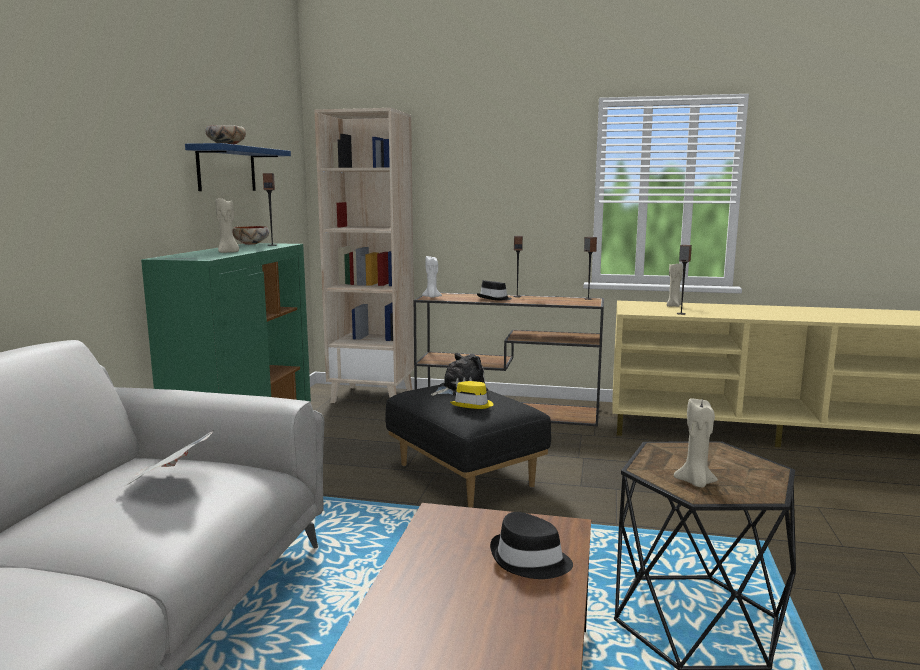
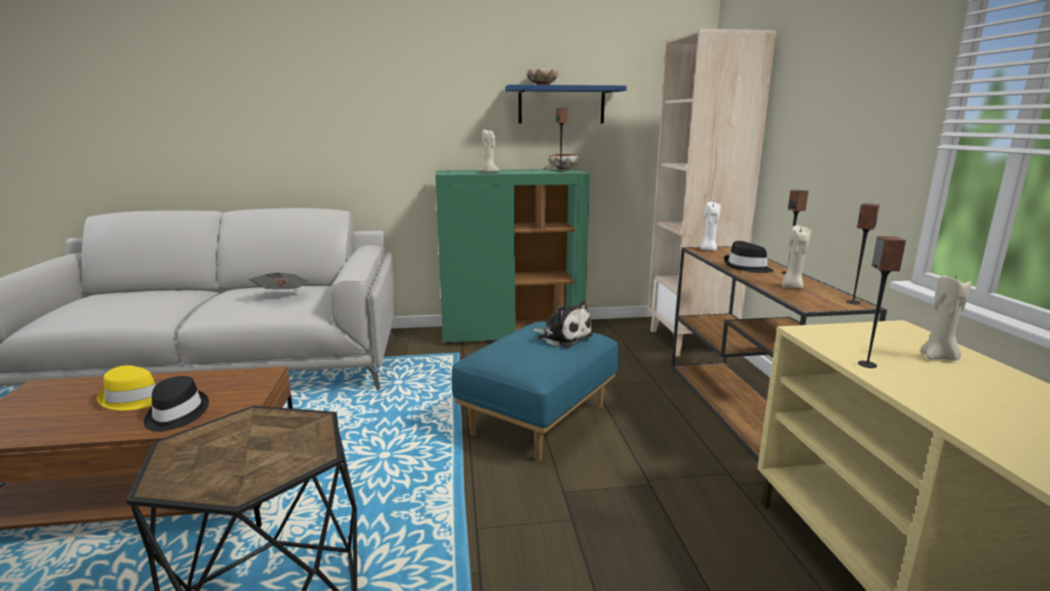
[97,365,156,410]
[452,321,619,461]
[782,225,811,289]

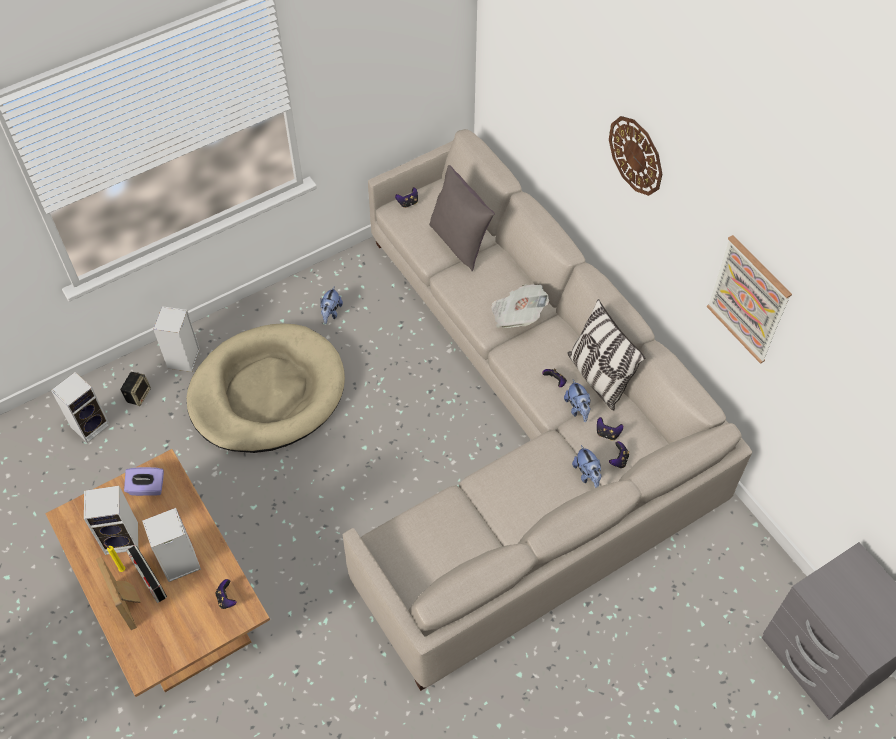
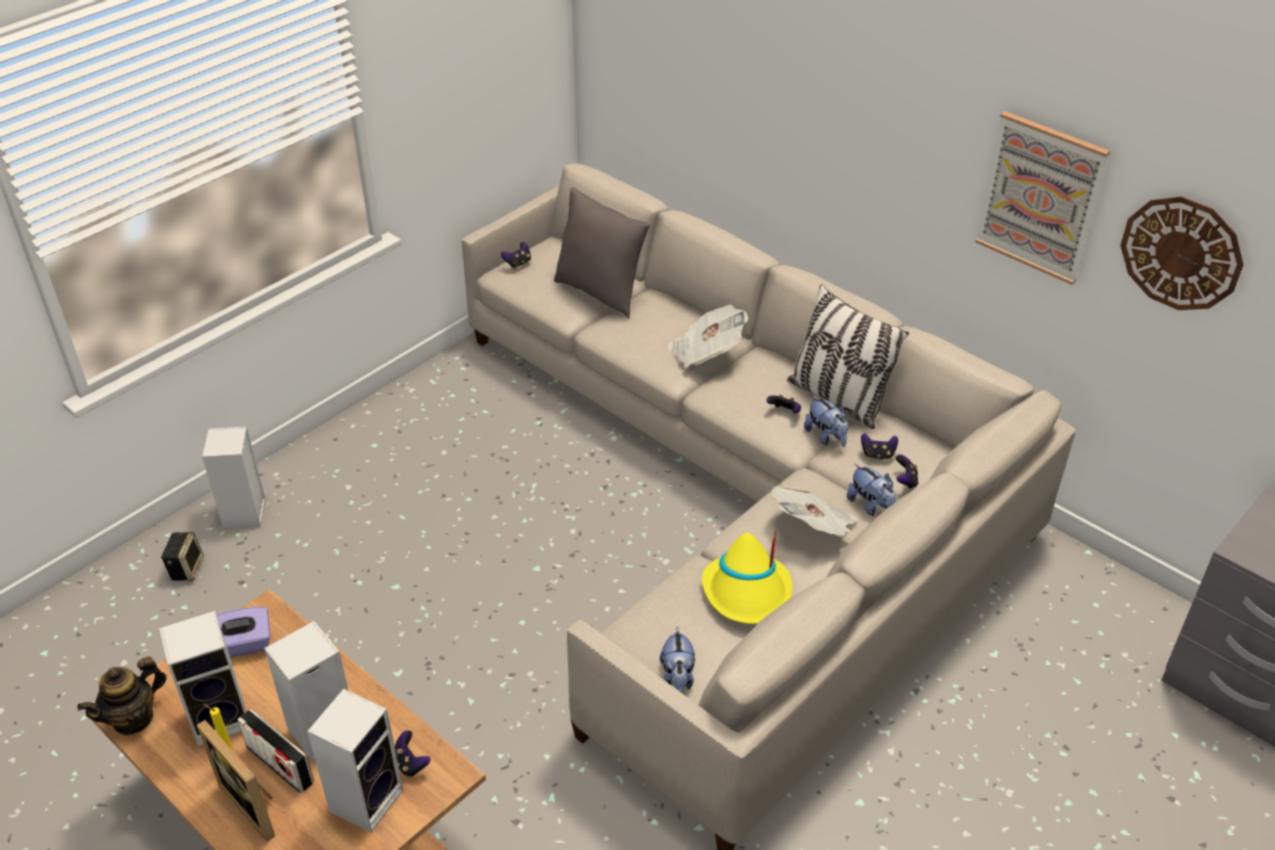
[1120,196,1244,310]
[660,626,695,694]
[187,323,345,453] (first image)
[307,689,403,833]
[771,485,858,537]
[702,530,792,624]
[77,657,167,736]

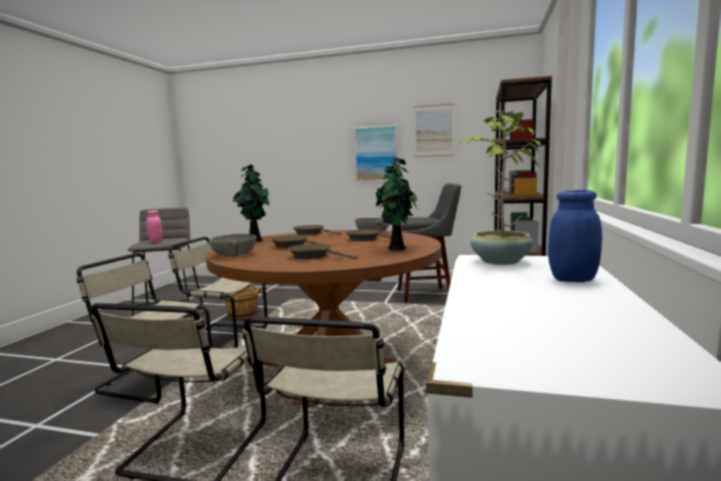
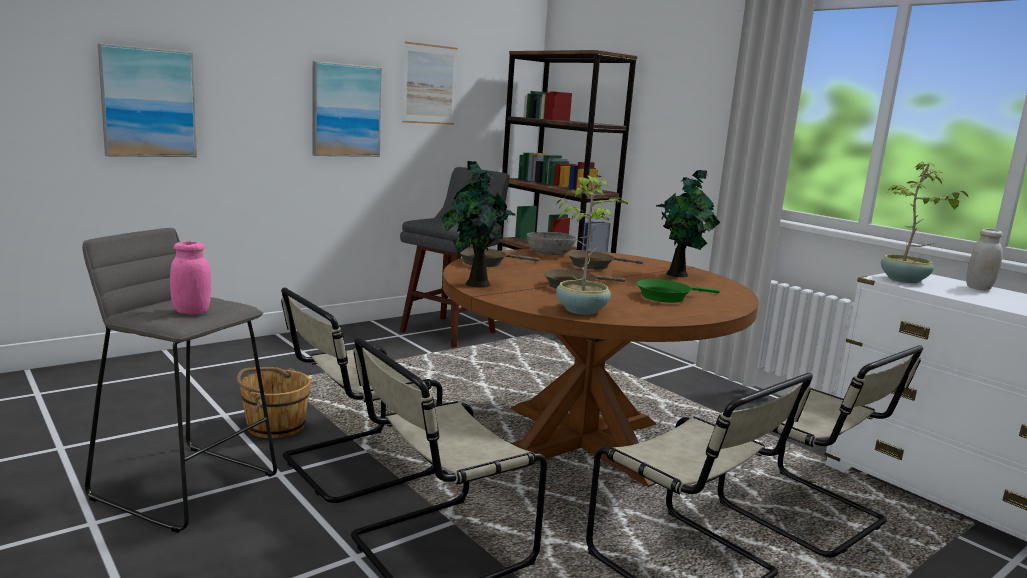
[966,229,1003,290]
[556,175,629,315]
[636,279,720,303]
[98,43,197,157]

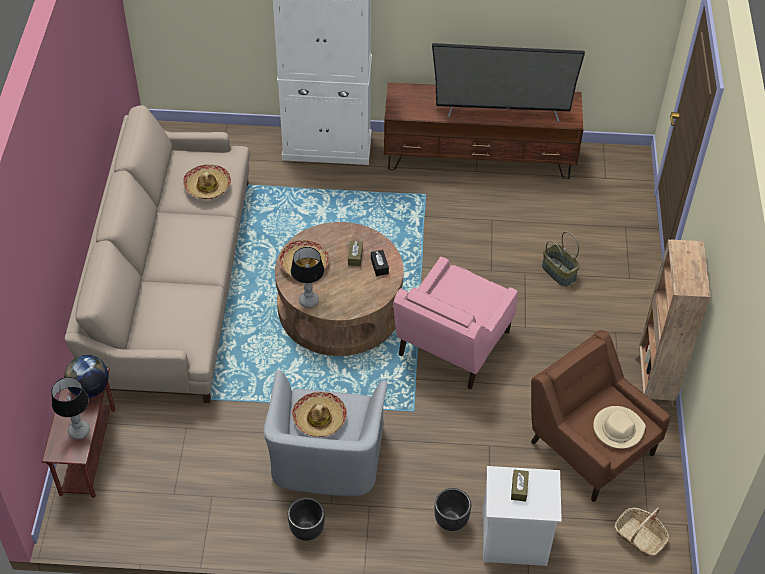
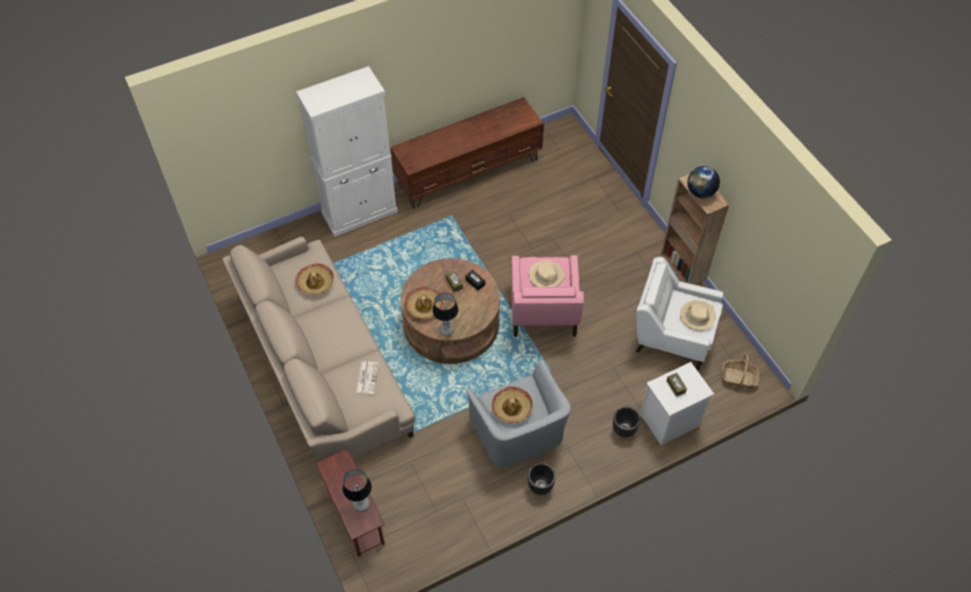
[432,43,585,122] (first image)
[542,231,580,287] (first image)
[636,257,724,370]
[687,166,720,198]
[529,260,565,287]
[356,361,379,394]

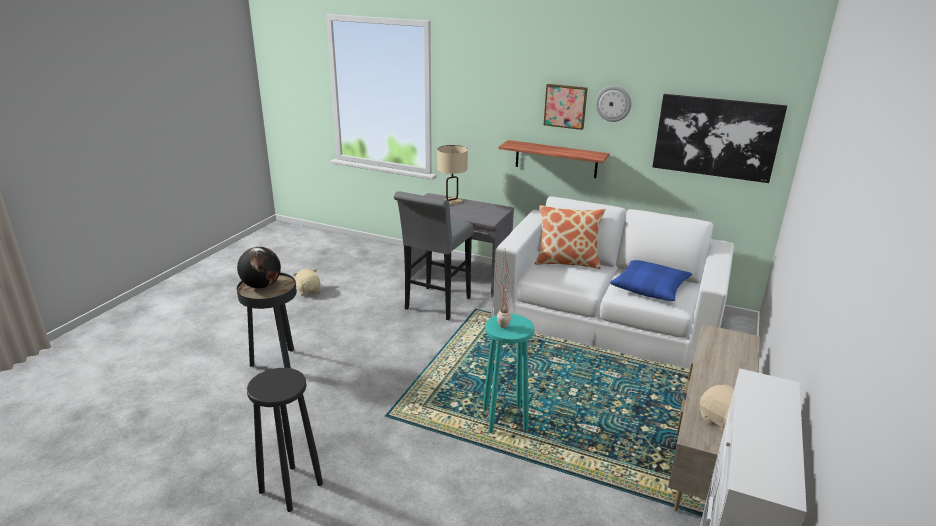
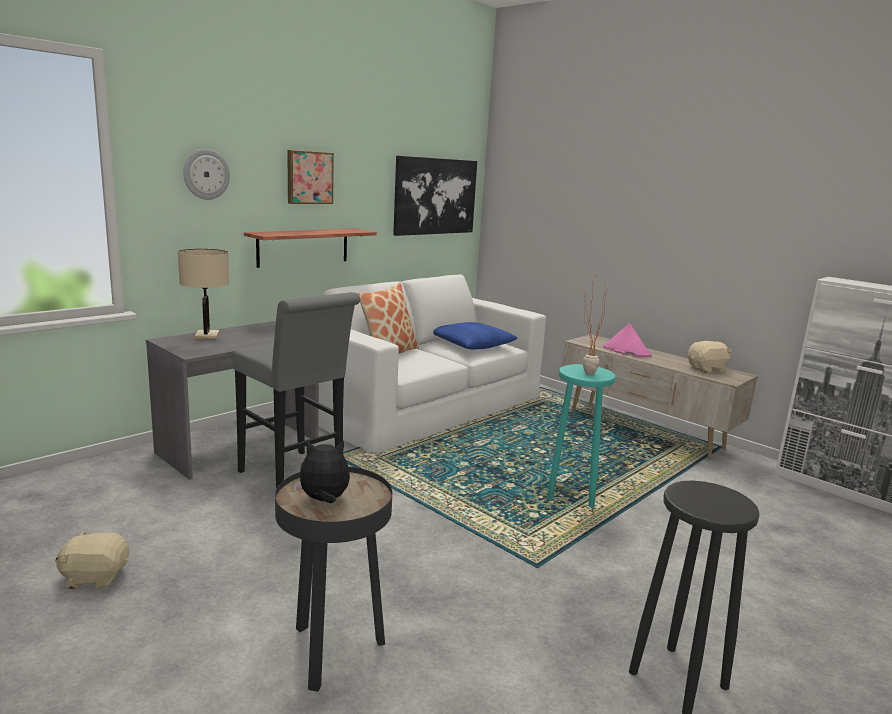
[183,149,230,200]
[293,440,350,503]
[603,323,652,357]

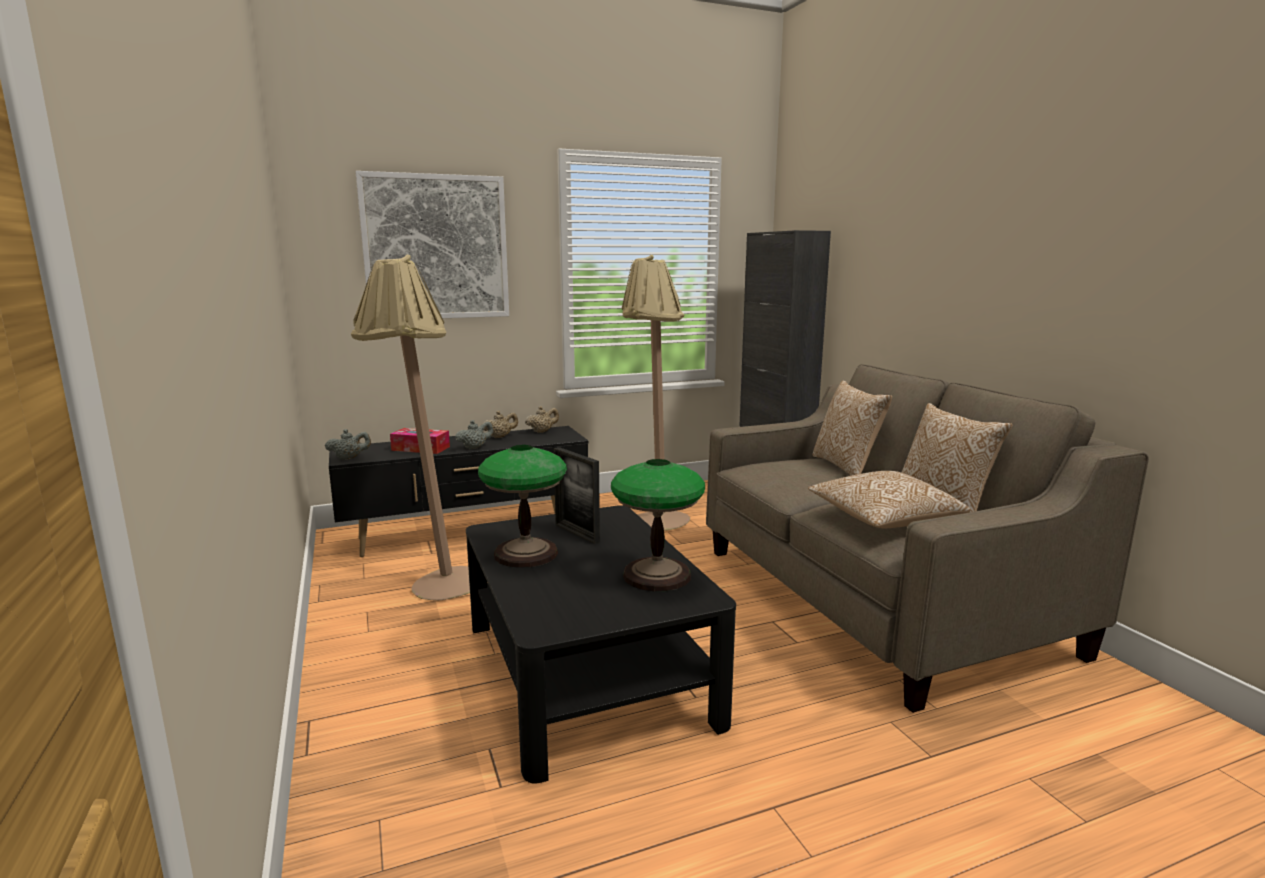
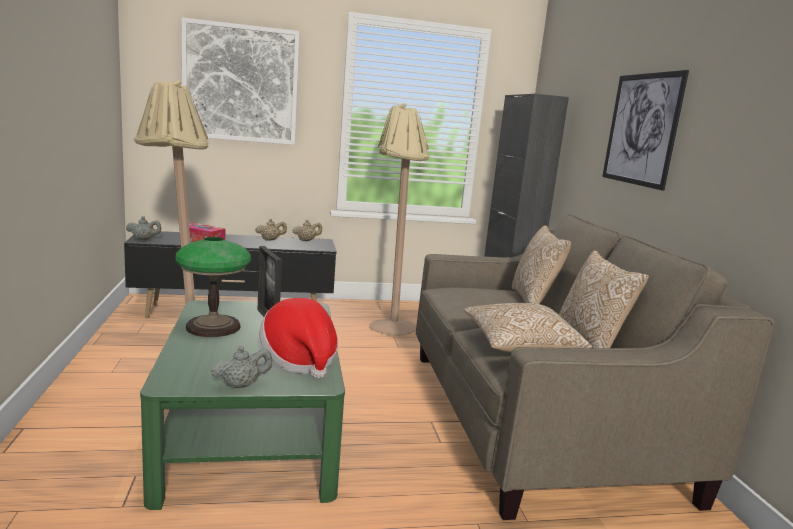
[211,346,272,389]
[259,298,338,379]
[140,300,345,510]
[602,70,689,191]

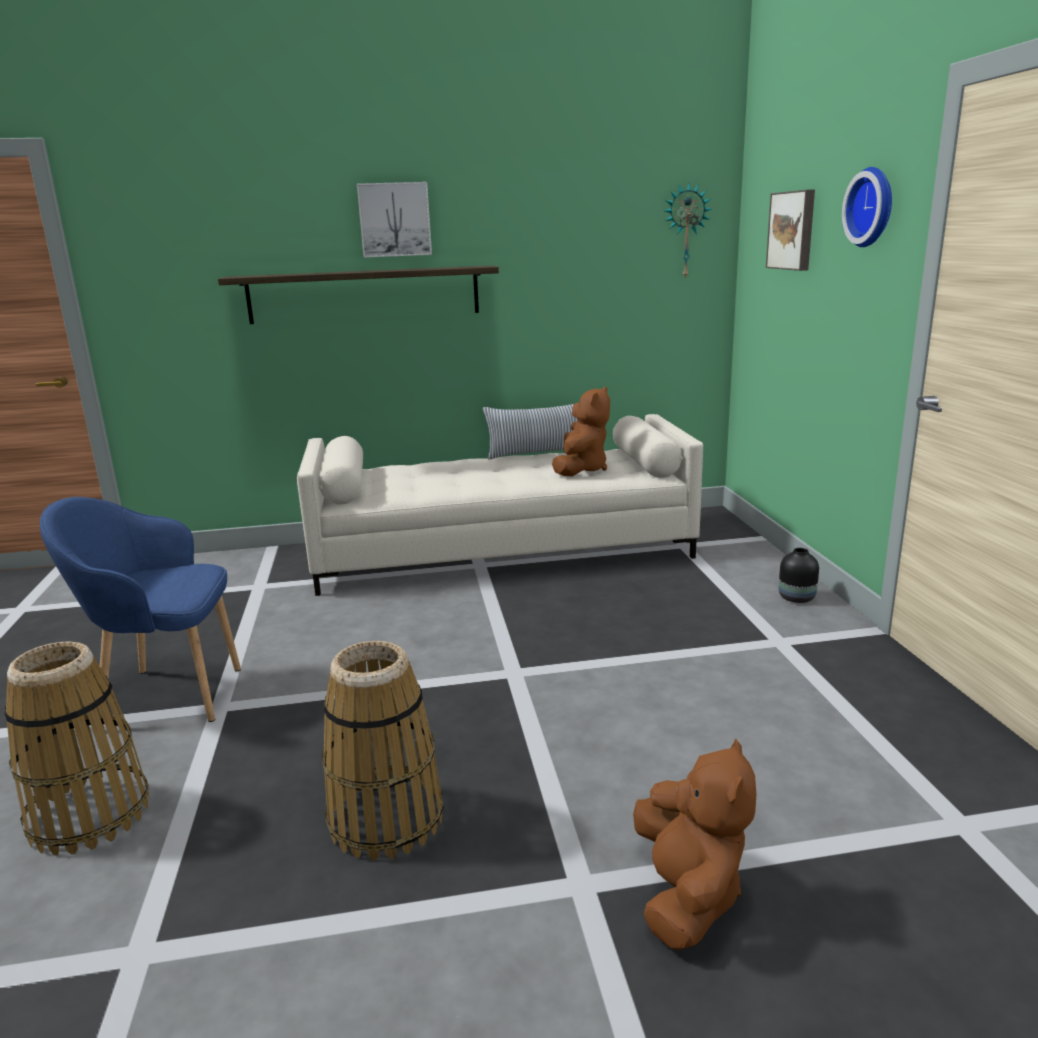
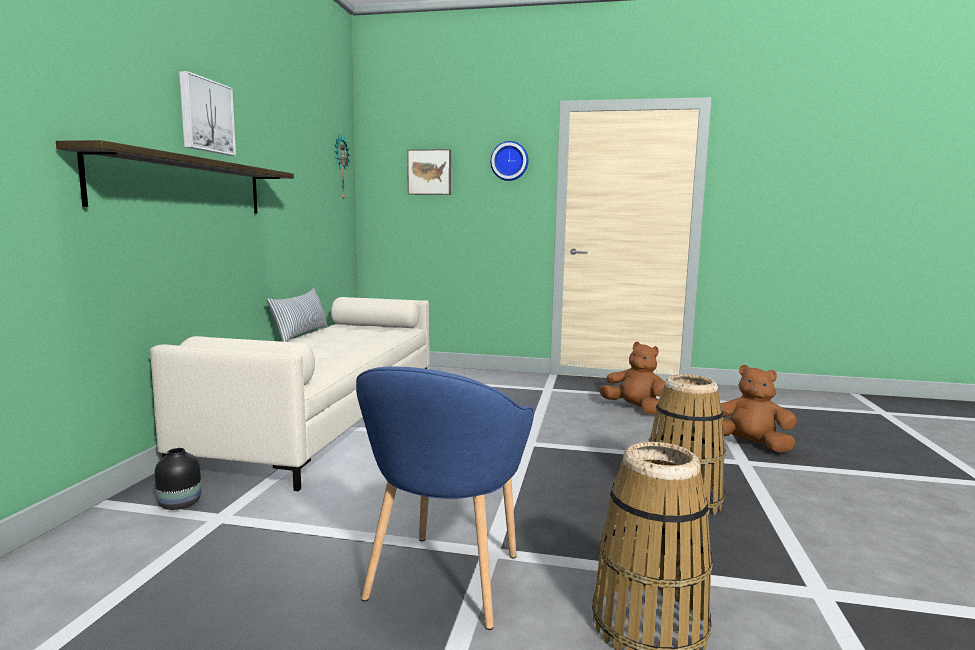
[599,342,665,415]
[155,448,201,510]

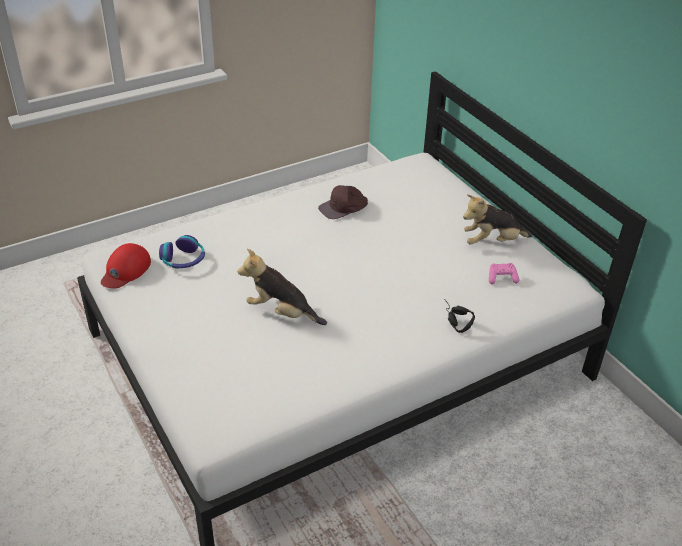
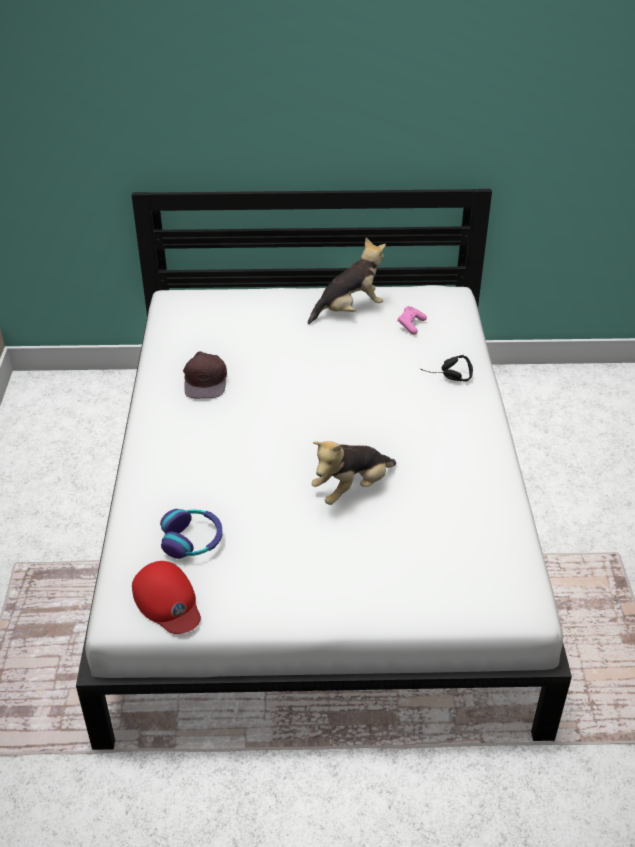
[308,238,386,324]

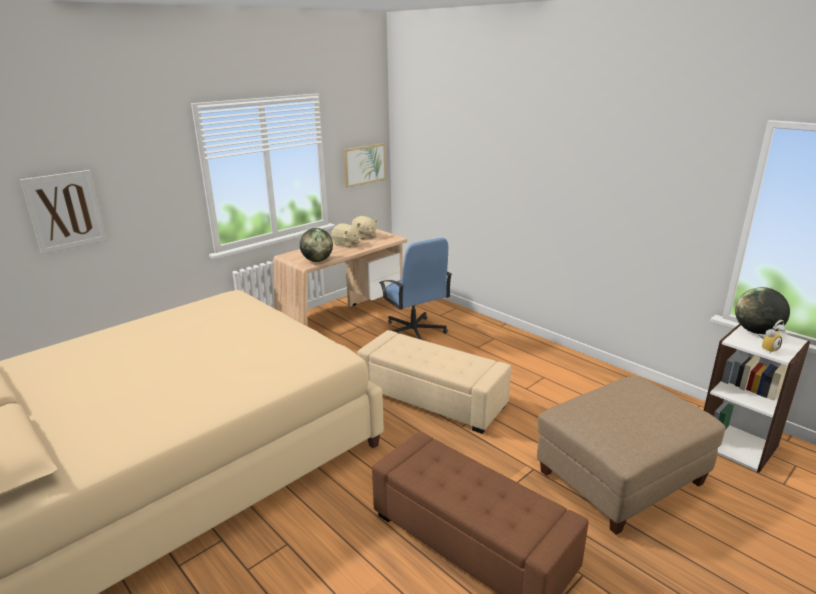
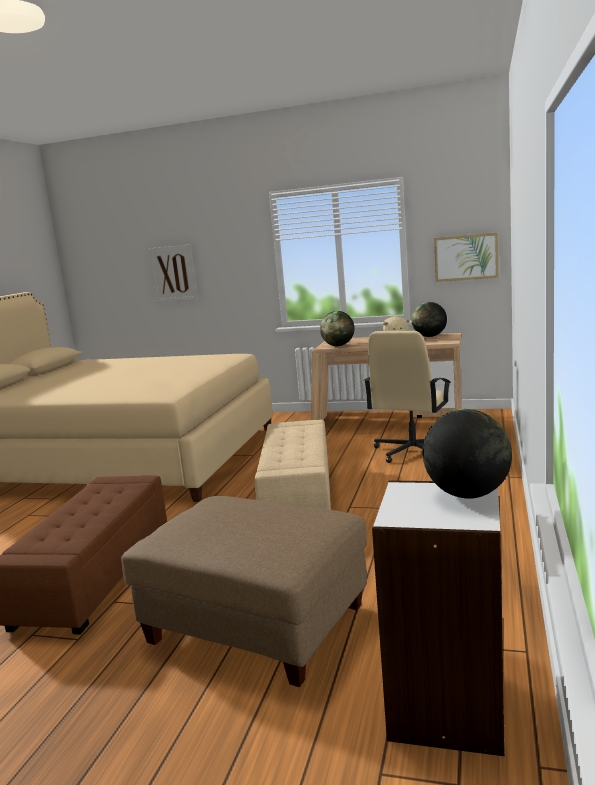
[411,302,447,337]
[364,331,451,463]
[759,320,786,353] (first image)

